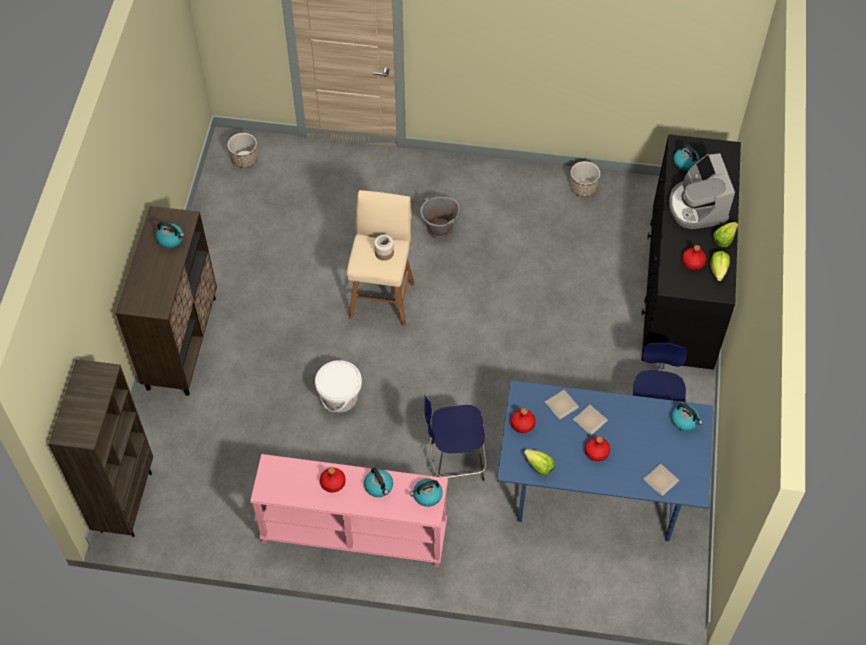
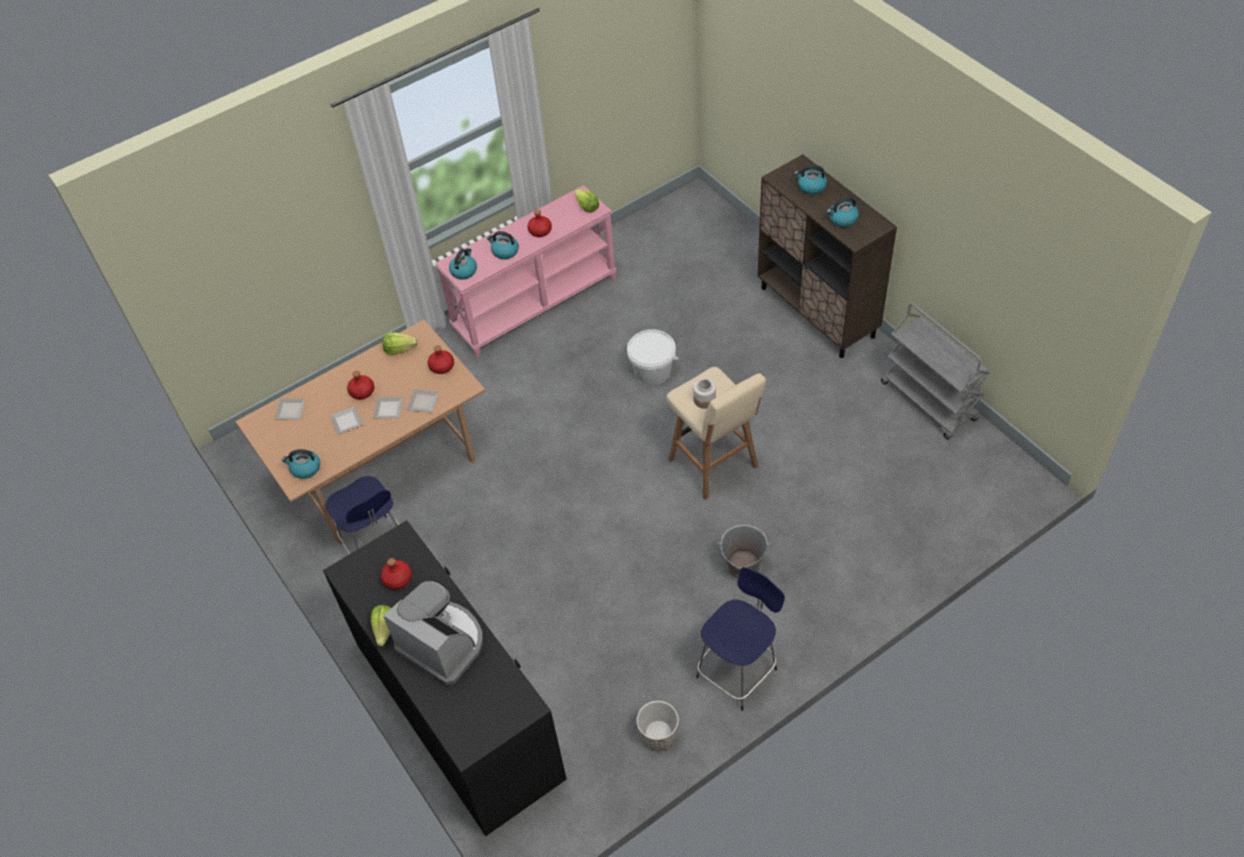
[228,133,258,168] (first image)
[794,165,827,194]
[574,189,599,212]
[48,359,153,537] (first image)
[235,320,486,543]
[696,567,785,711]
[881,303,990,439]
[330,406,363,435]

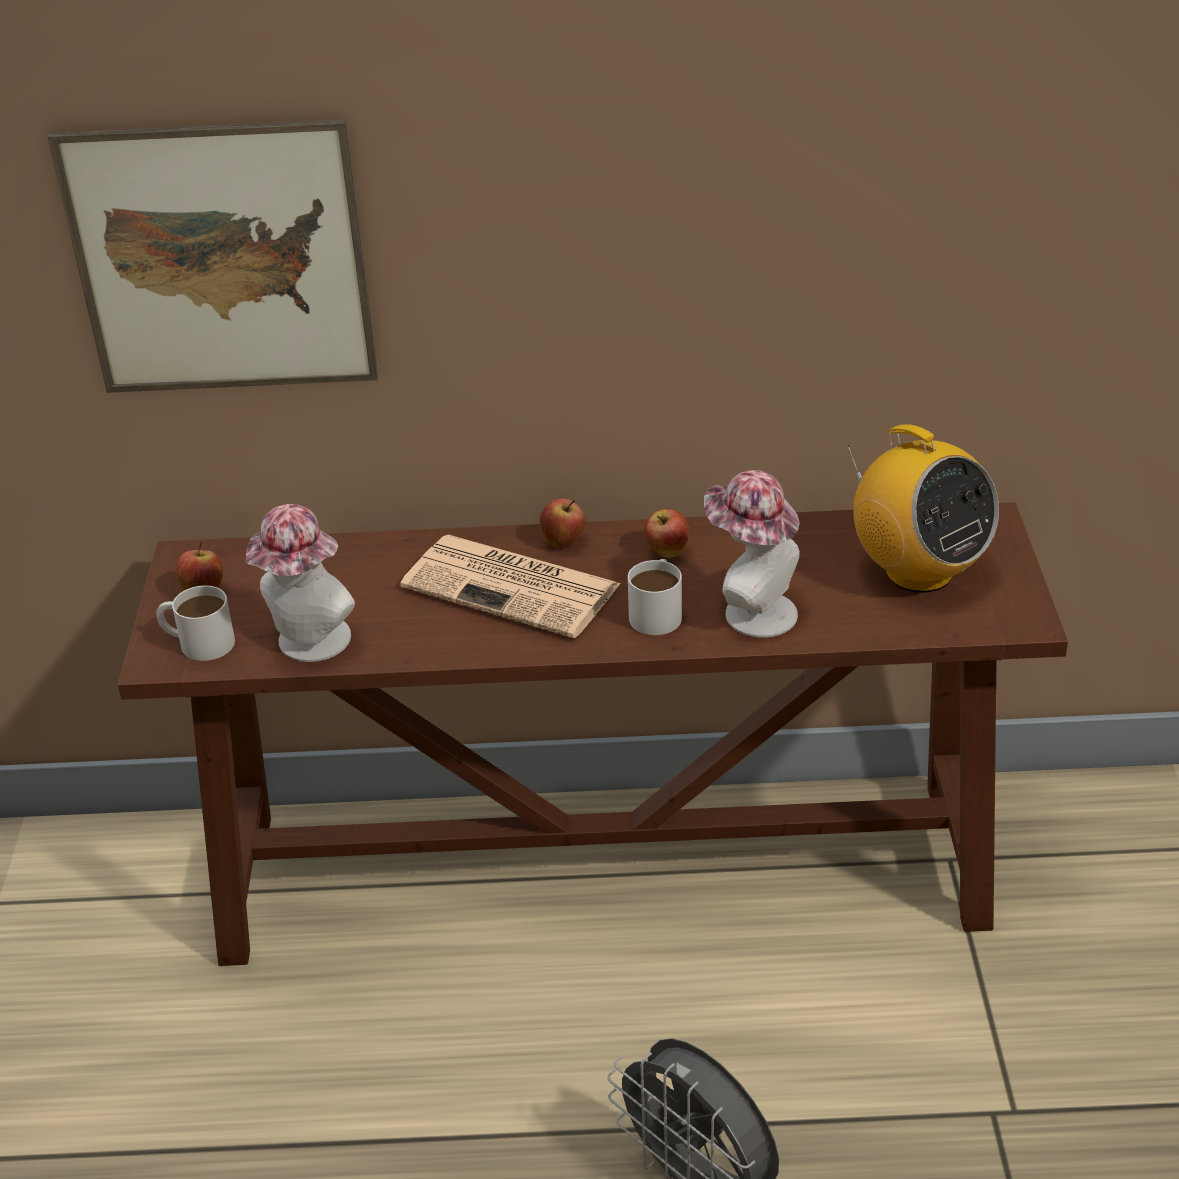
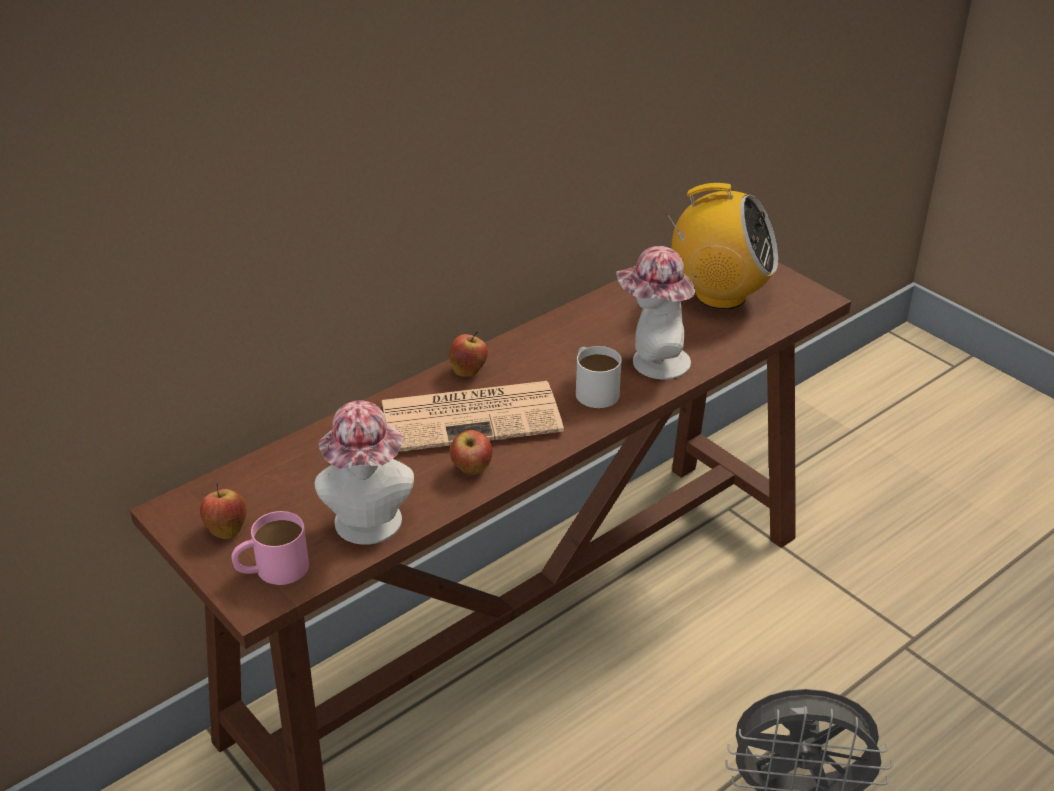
[48,120,378,393] (first image)
[450,430,493,475]
[231,511,309,585]

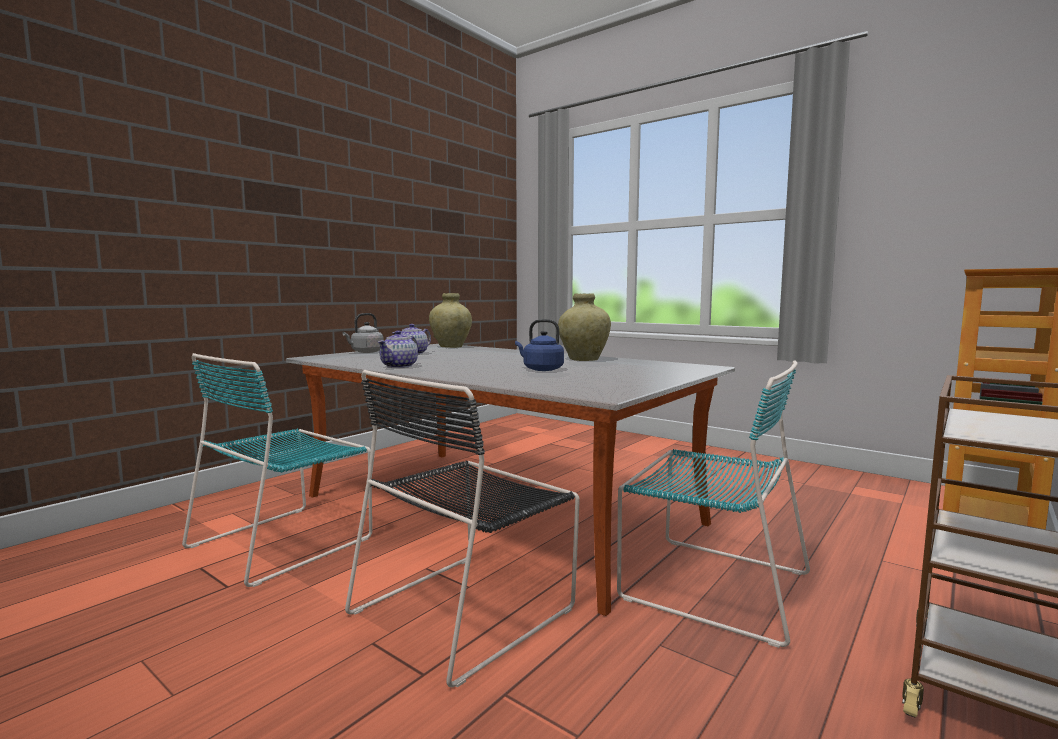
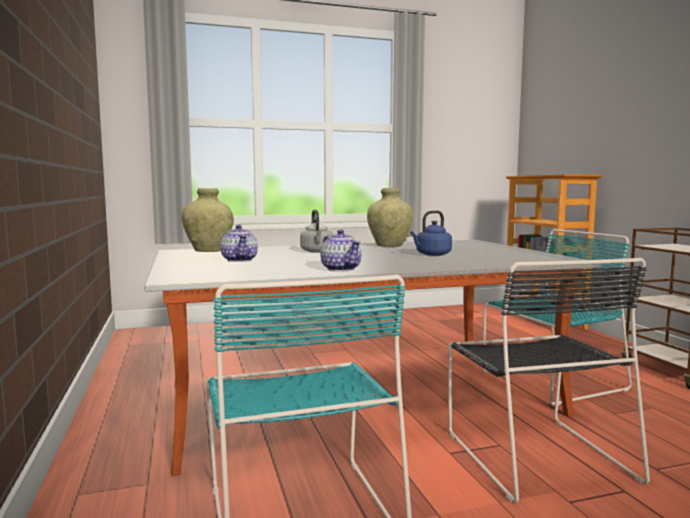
[300,209,333,253]

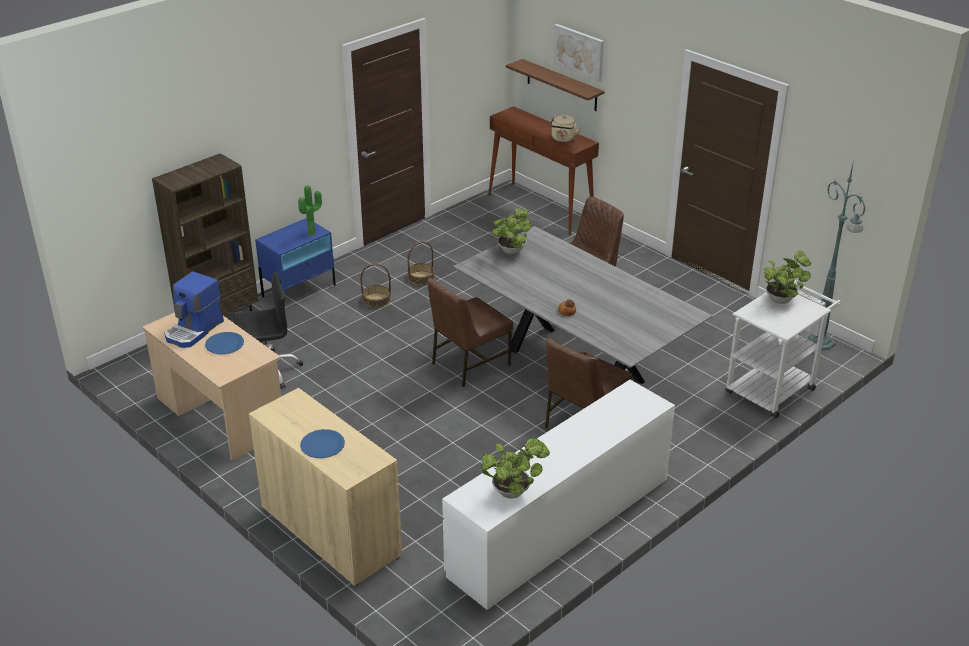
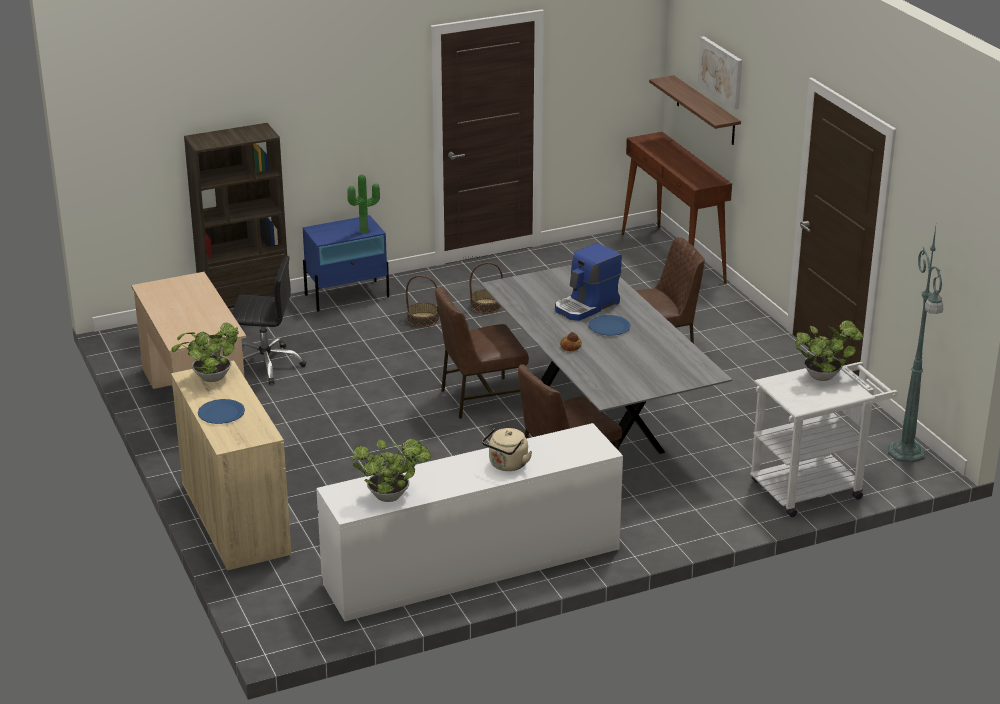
[482,428,532,471]
[171,323,239,382]
[555,243,622,321]
[589,315,631,336]

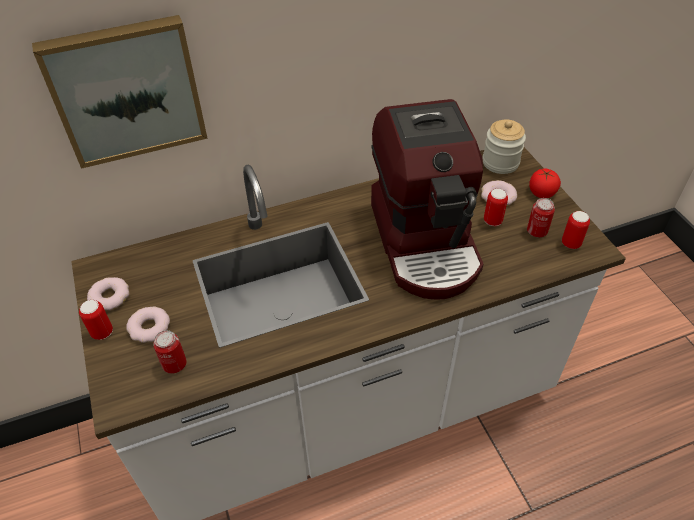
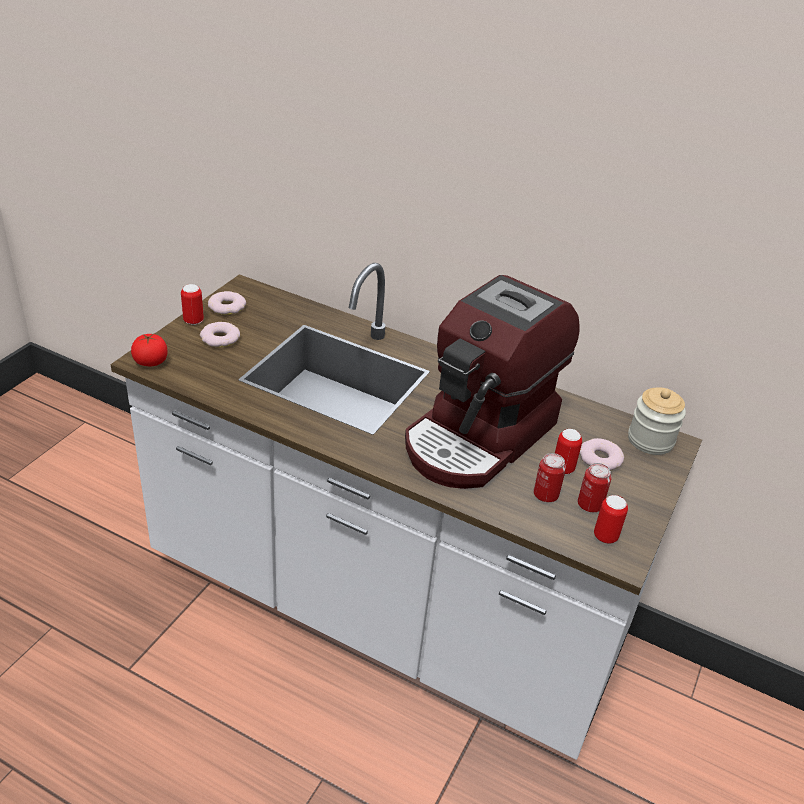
[32,15,208,169] (first image)
[131,333,168,366]
[533,453,566,502]

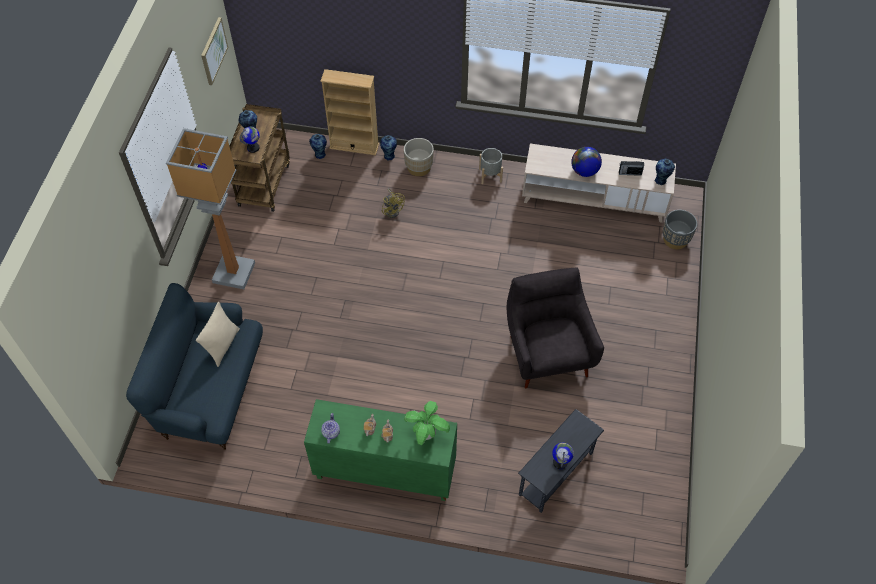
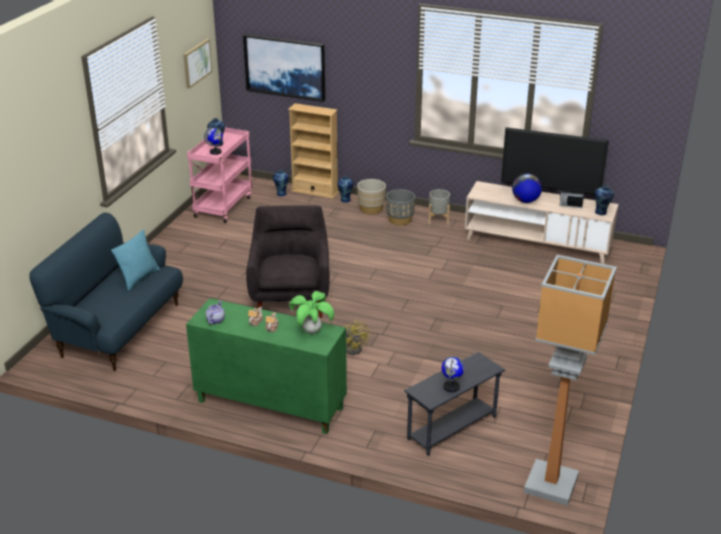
[187,127,253,223]
[524,255,617,506]
[343,320,370,355]
[386,189,415,226]
[246,205,330,318]
[111,229,160,291]
[243,34,325,102]
[501,127,609,195]

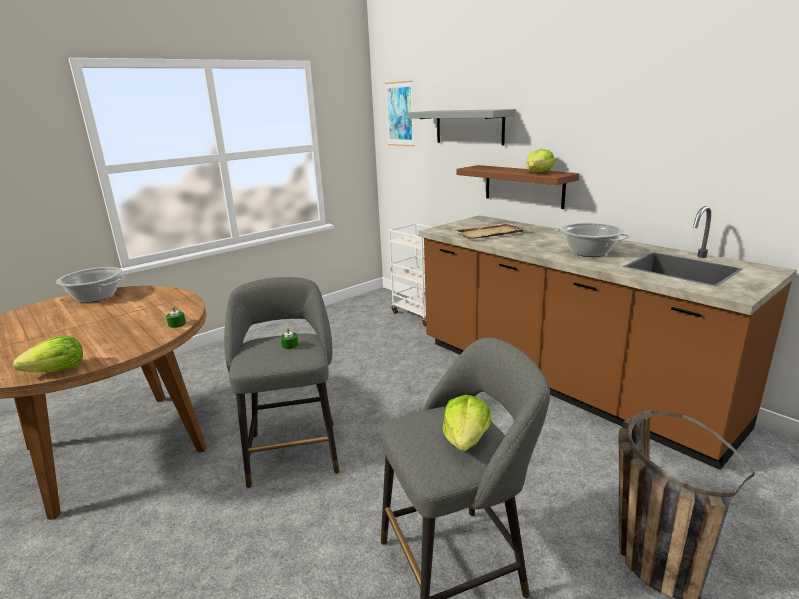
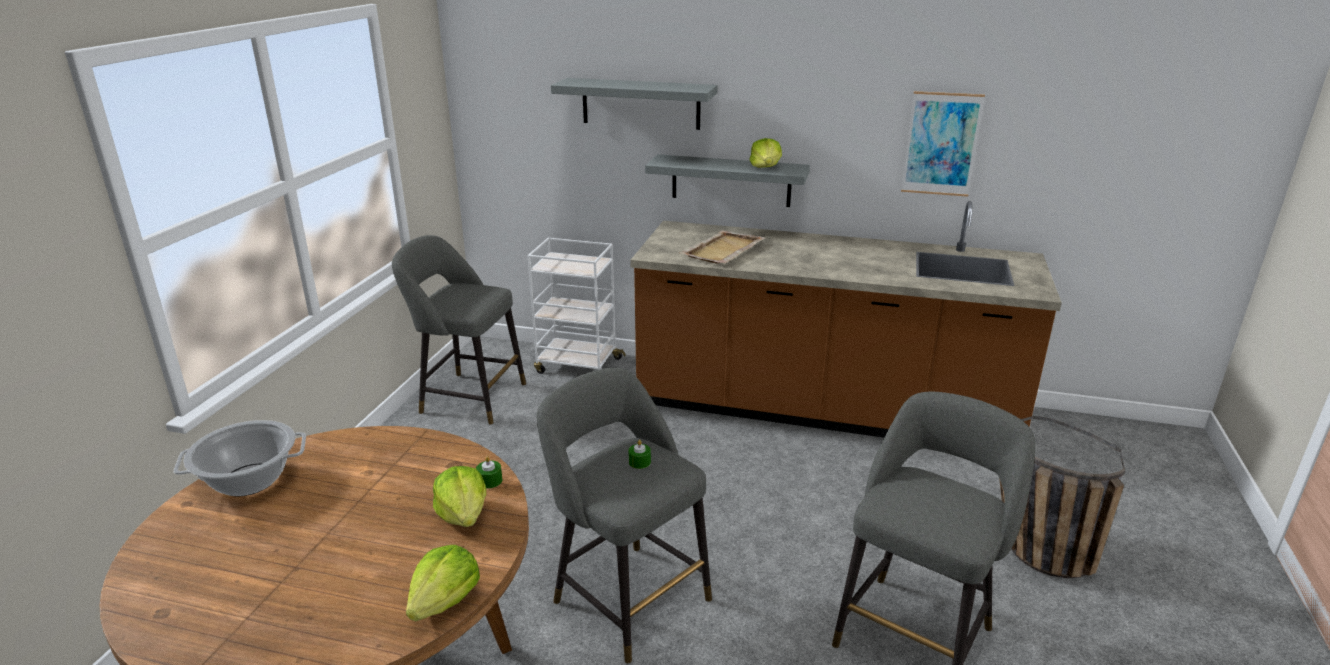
[901,91,985,197]
[645,154,810,207]
[555,223,630,257] (first image)
[433,466,486,527]
[392,235,526,425]

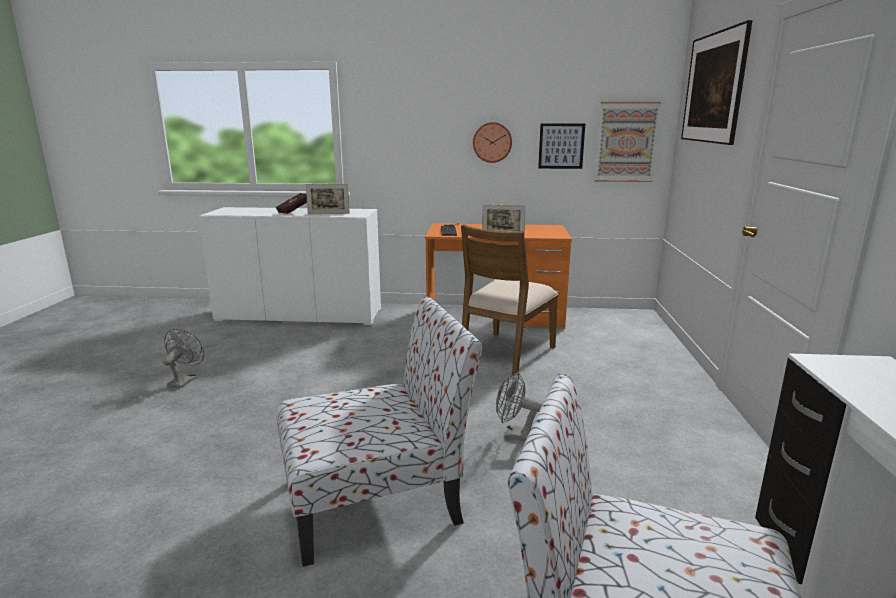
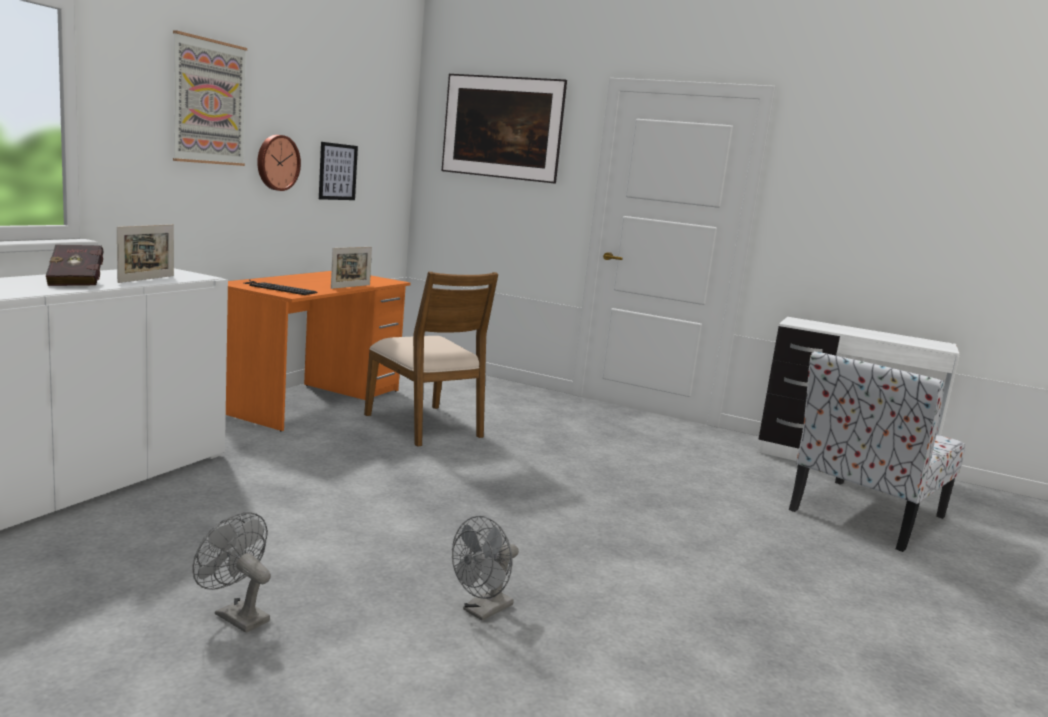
[173,30,247,166]
[276,297,482,567] (first image)
[452,516,519,621]

